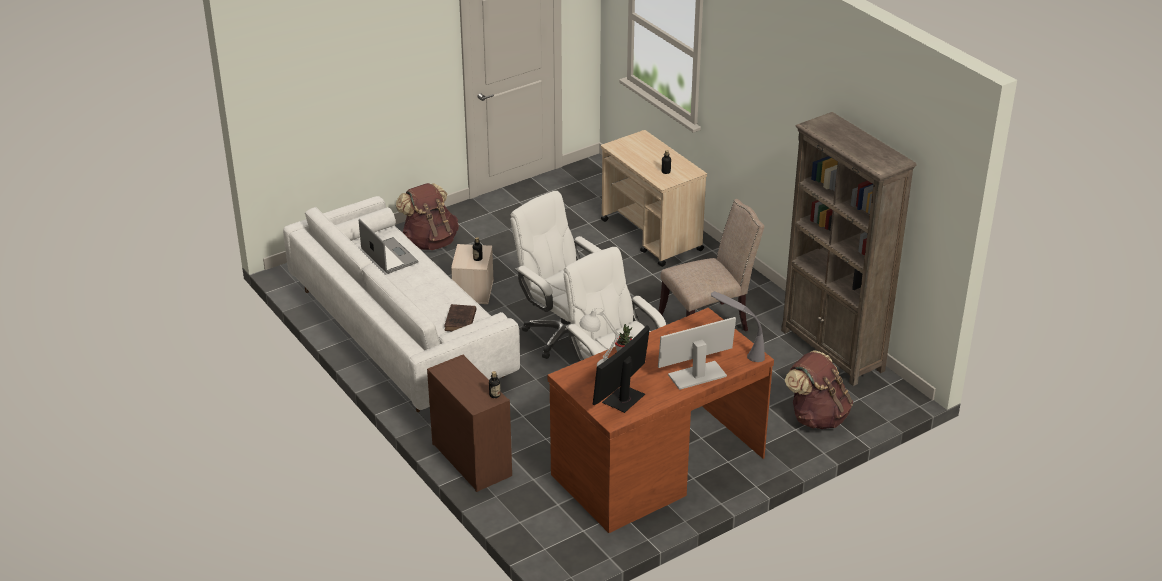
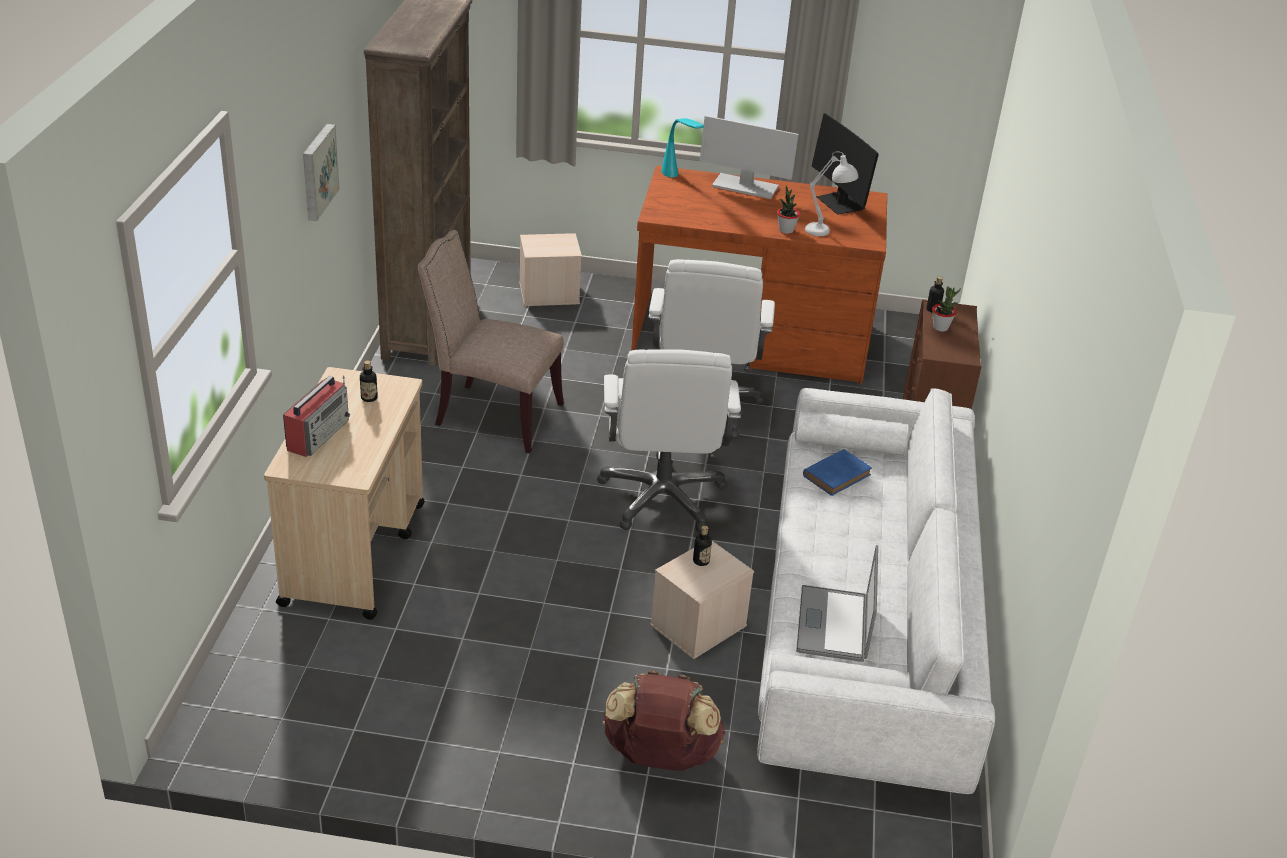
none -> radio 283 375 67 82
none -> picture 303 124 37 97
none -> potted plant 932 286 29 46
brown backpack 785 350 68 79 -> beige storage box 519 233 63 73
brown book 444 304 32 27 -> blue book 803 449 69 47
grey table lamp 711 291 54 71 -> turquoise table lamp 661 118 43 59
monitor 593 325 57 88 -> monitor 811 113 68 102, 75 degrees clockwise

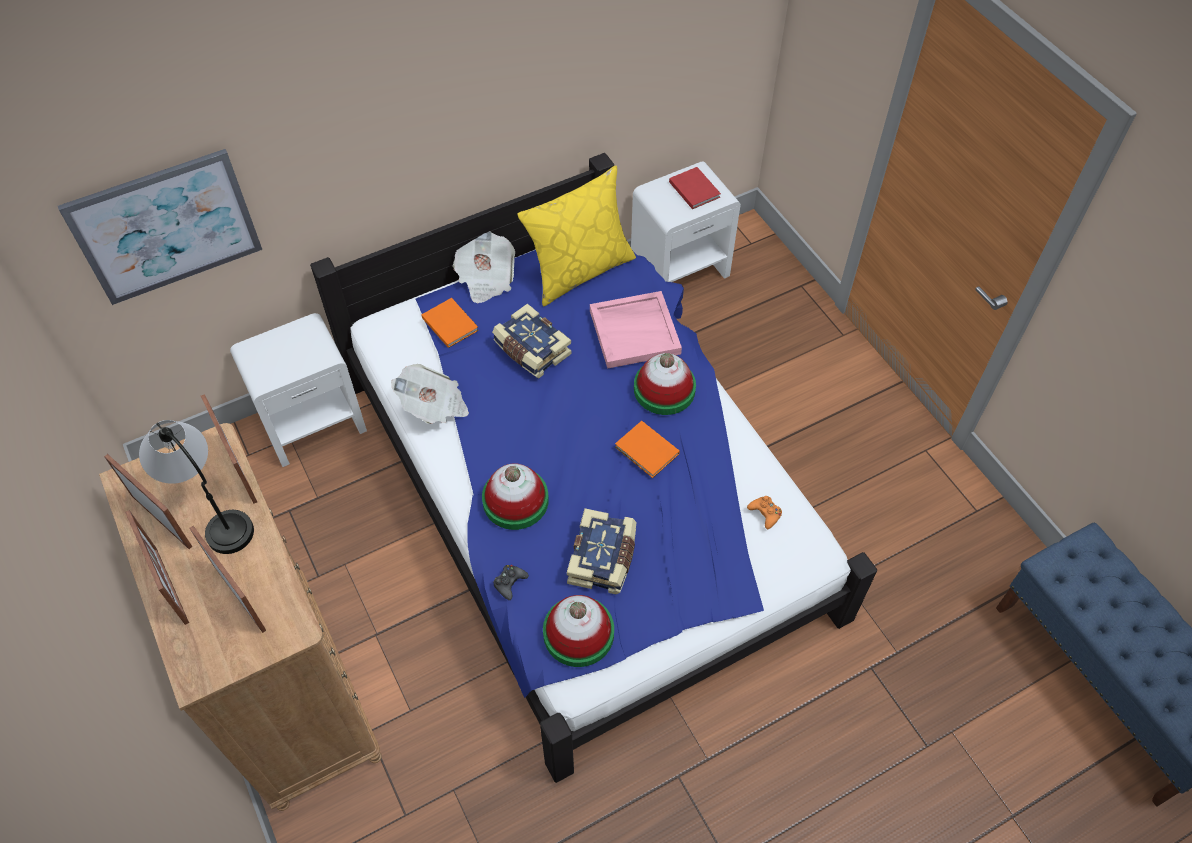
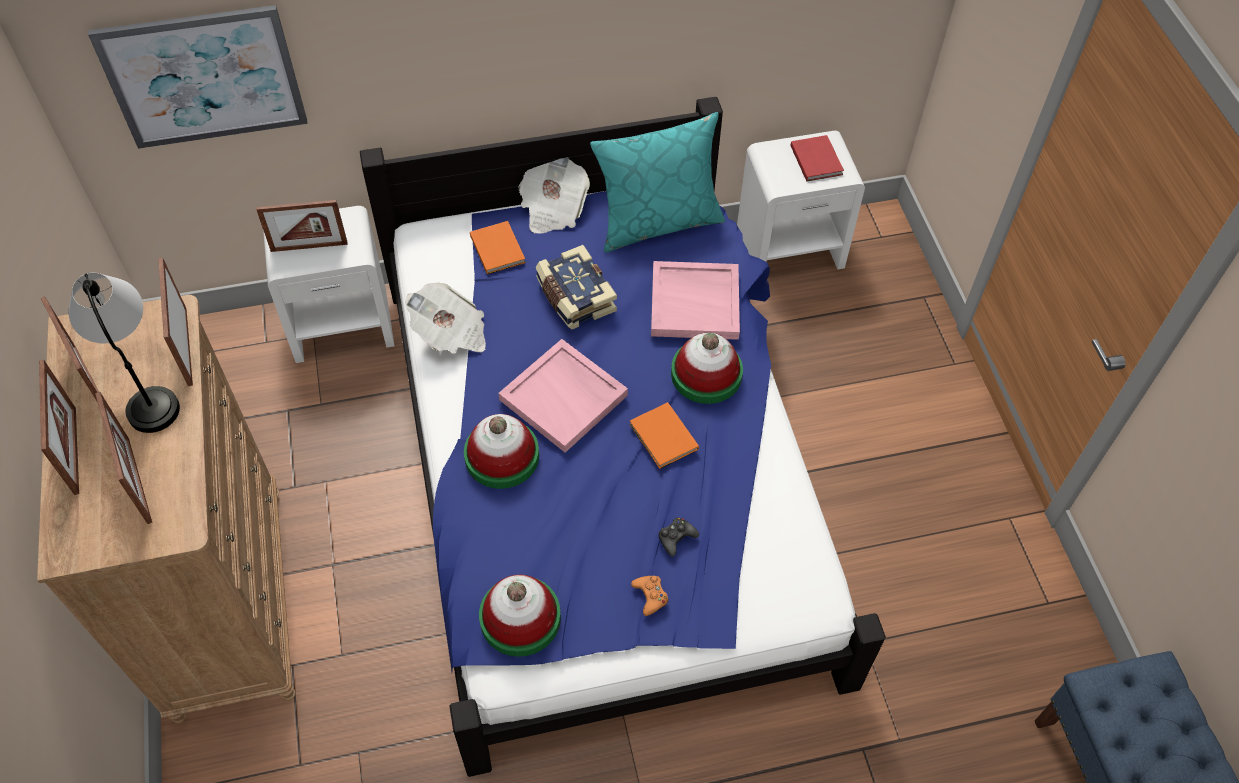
book 567 508 70 87 -> none
none -> picture frame 256 200 92 52
none -> pink tray 498 339 130 114
black game controller 493 565 36 35 -> black game controller 659 517 40 40, moved
orange game controller 747 496 35 33 -> orange game controller 631 576 38 40, moved
yellow pillow 517 166 119 140 -> turquoise pillow 590 112 135 141

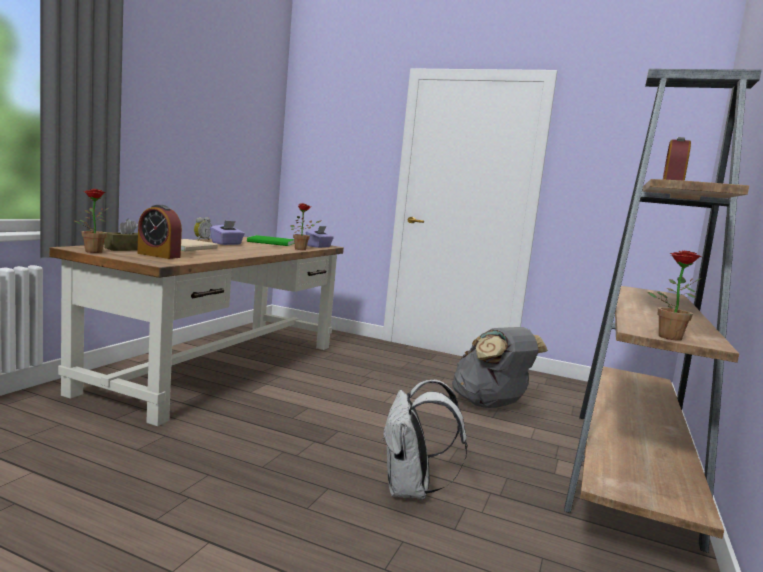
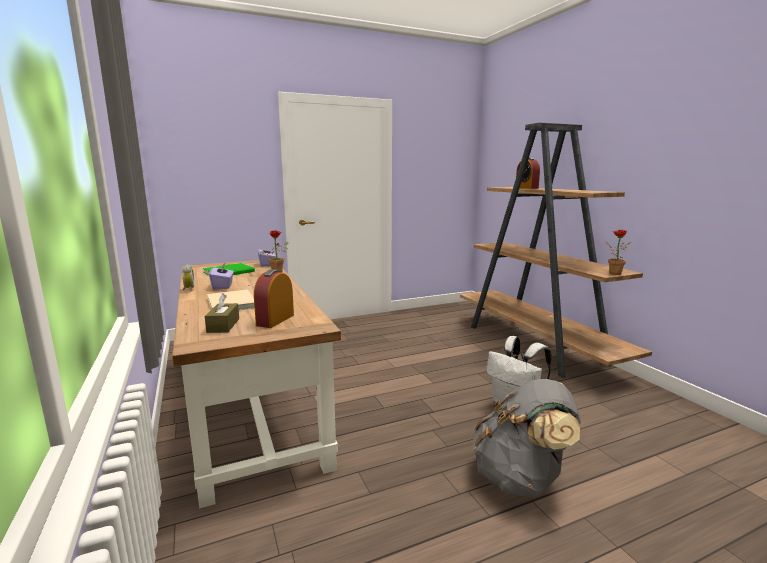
potted plant 75 189 35 64 -> none
grey backpack 452 327 96 81 -> grey backpack 473 379 108 119, moved
alarm clock 137 205 45 54 -> alarm clock 254 269 40 59, 135 degrees clockwise

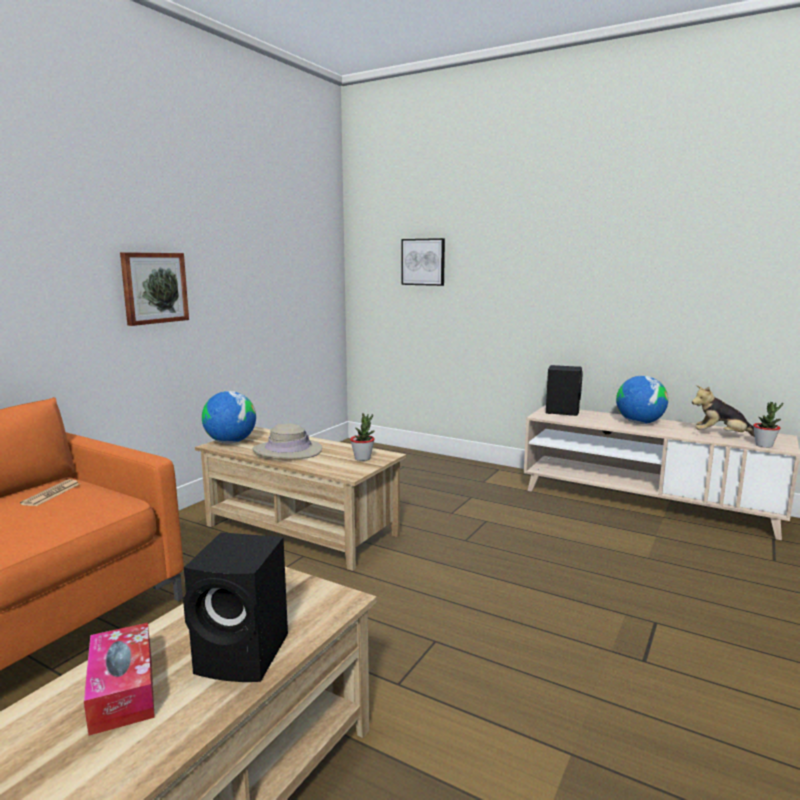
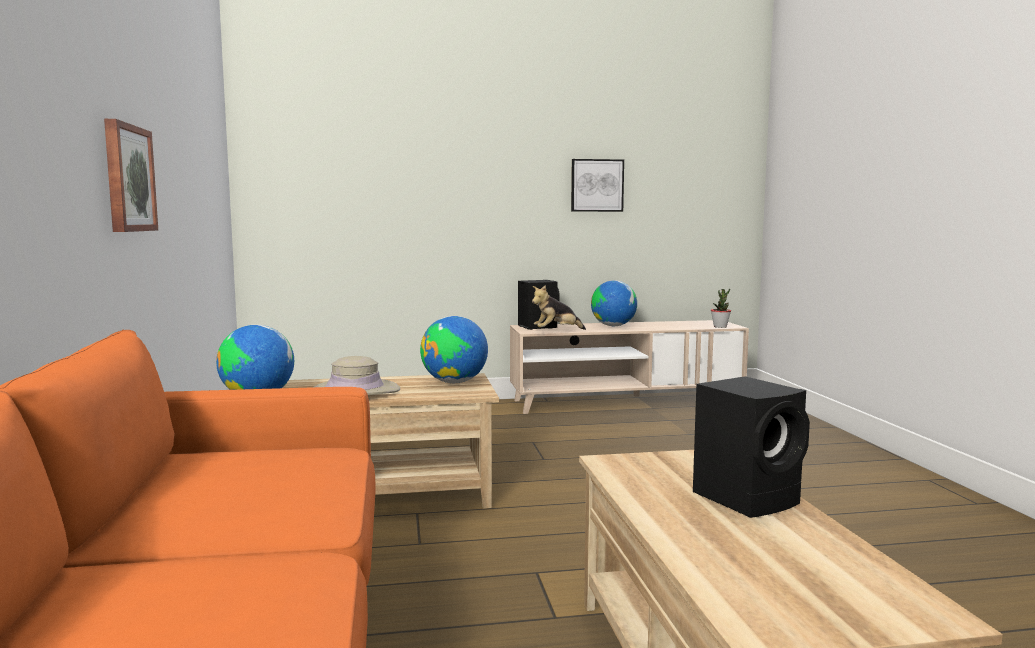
newspaper 20 479 60 27 -> none
tissue box 84 623 71 113 -> none
picture 402 238 43 48 -> picture 571 159 53 53, moved
plush toy 692 385 63 52 -> plush toy 532 285 54 45, moved
potted plant 350 413 25 48 -> globe 420 316 68 67

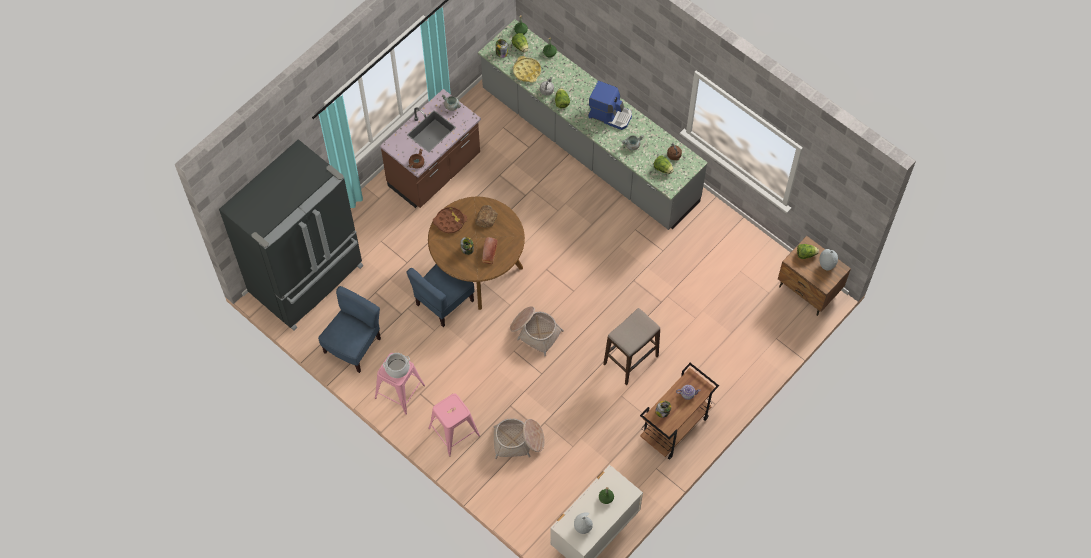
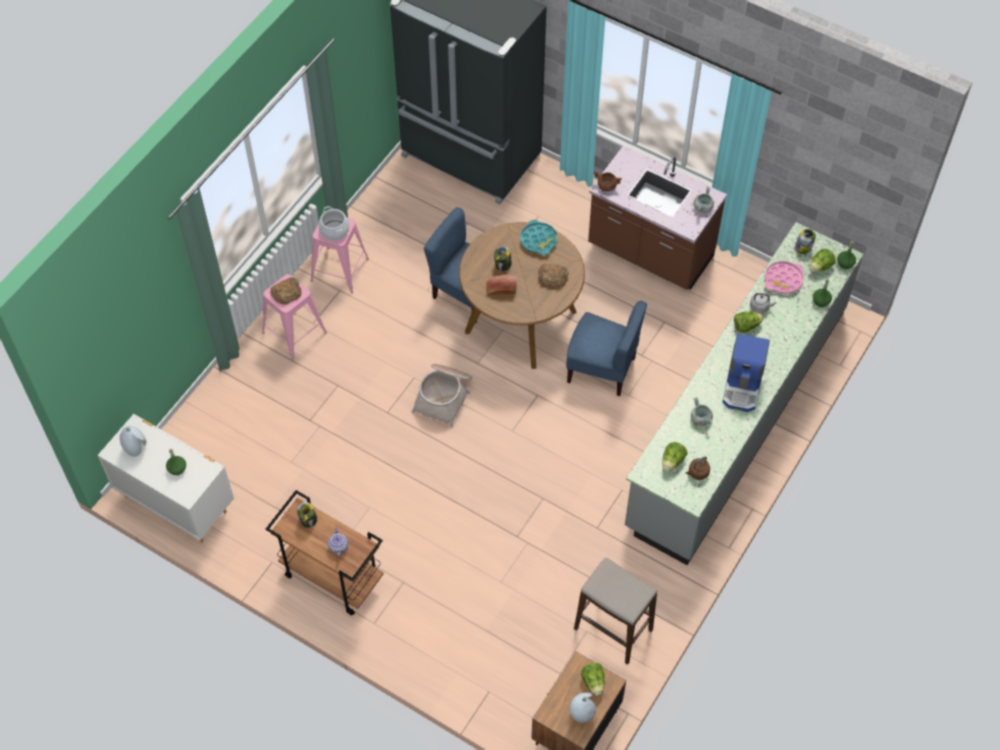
basket 493 418 51 41 -> none
none -> bread 270 277 32 28
blue chair 318 286 63 87 -> blue chair 566 301 81 95, moved
stool 603 308 57 77 -> stool 574 558 83 107, moved
brown tray 433 207 34 26 -> turquoise tray 520 220 38 35
yellow tray 513 56 28 27 -> pink tray 764 261 40 33

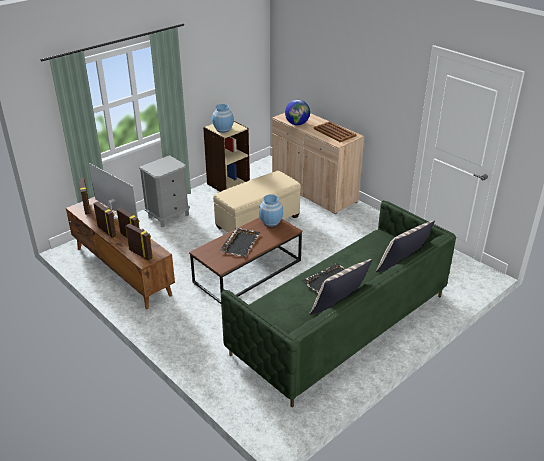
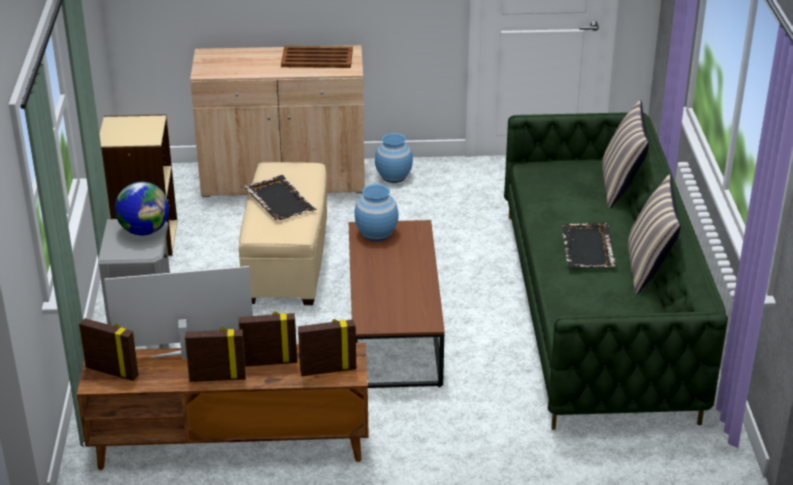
blue vase 212 104 22 29 -> blue vase 375 133 38 50, moved
black tray 220 227 40 30 -> black tray 243 175 73 45, moved
globe 285 100 25 25 -> globe 115 182 54 53, moved

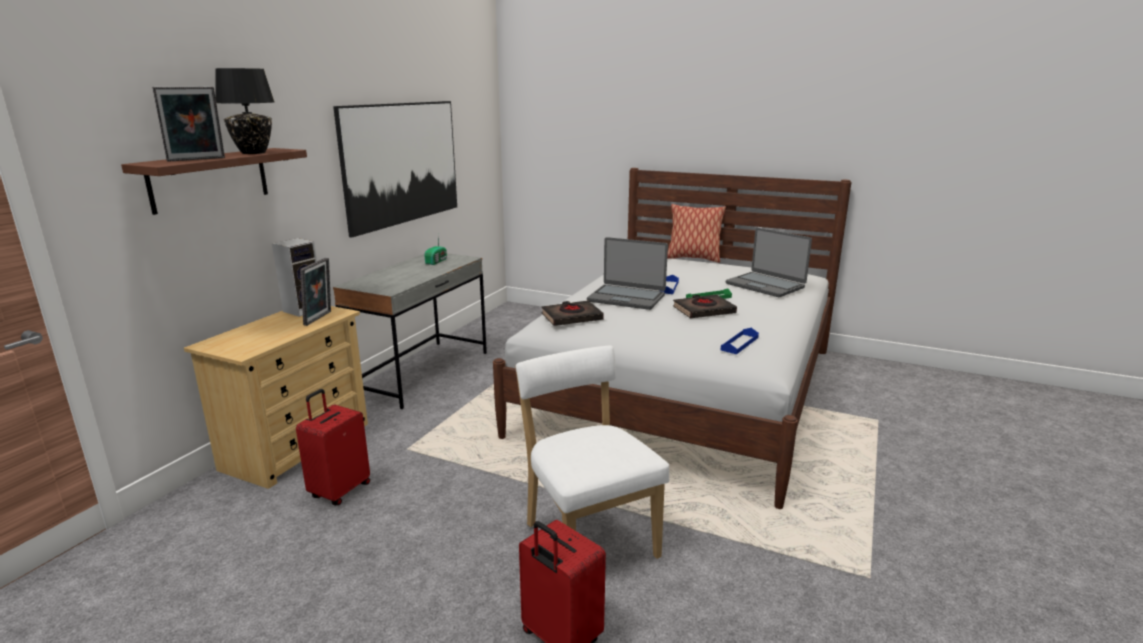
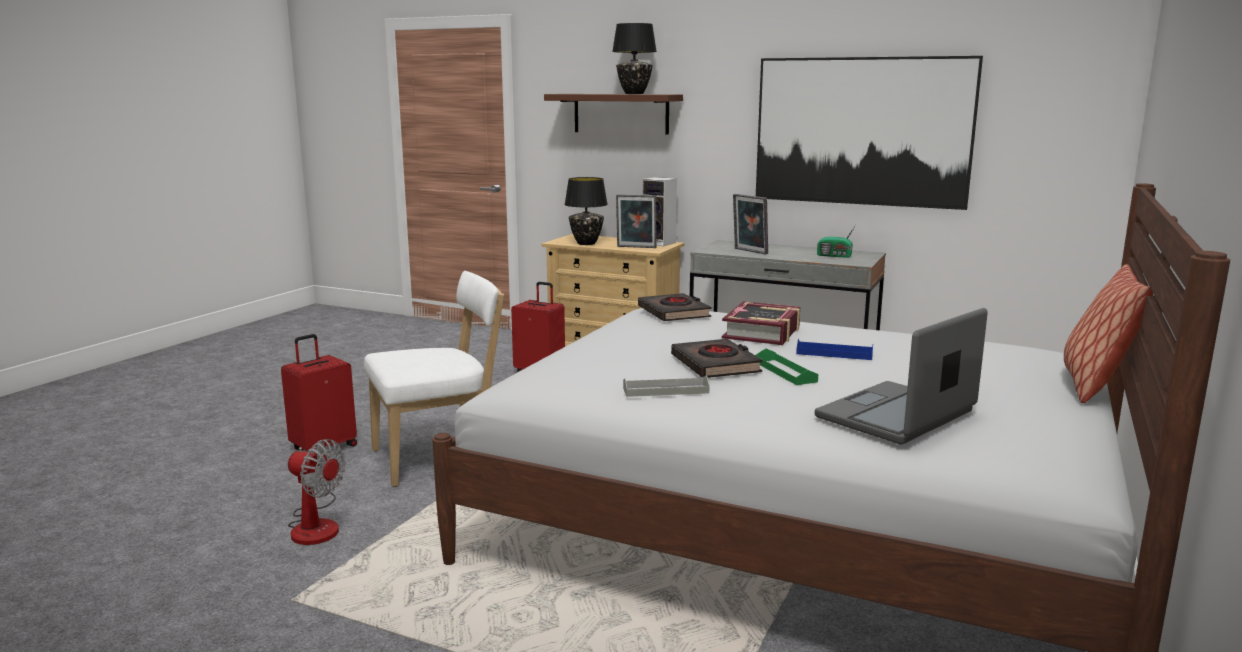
blue tray 721 328 38 26 -> none
none -> fan 288 439 58 106
none -> black table lamp 564 177 44 68
none -> grey tray 623 375 87 22
picture frame 152 87 73 75 -> picture frame 733 194 35 60, moved
laptop 587 237 81 73 -> book 722 301 79 44

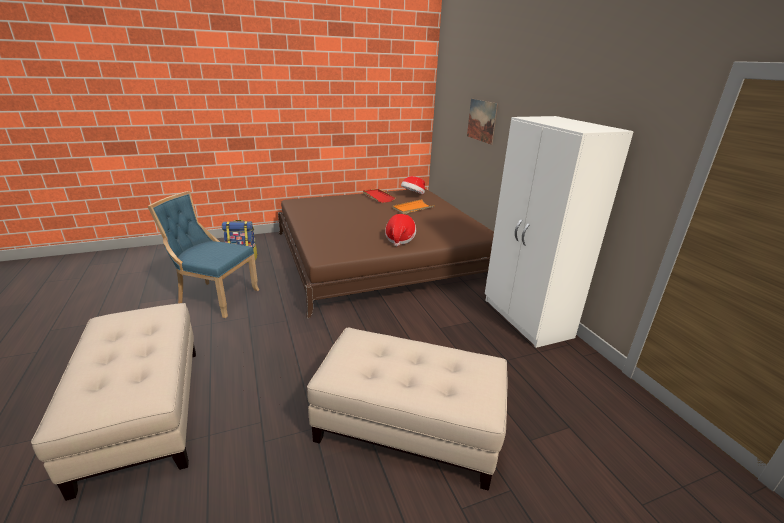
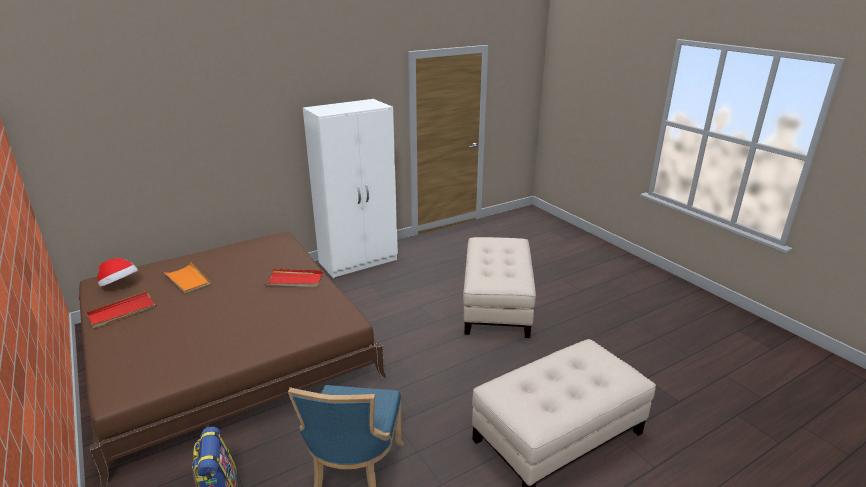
picture 467 99 31 46 -> none
hat 385 214 31 32 -> red tray 265 269 58 18

